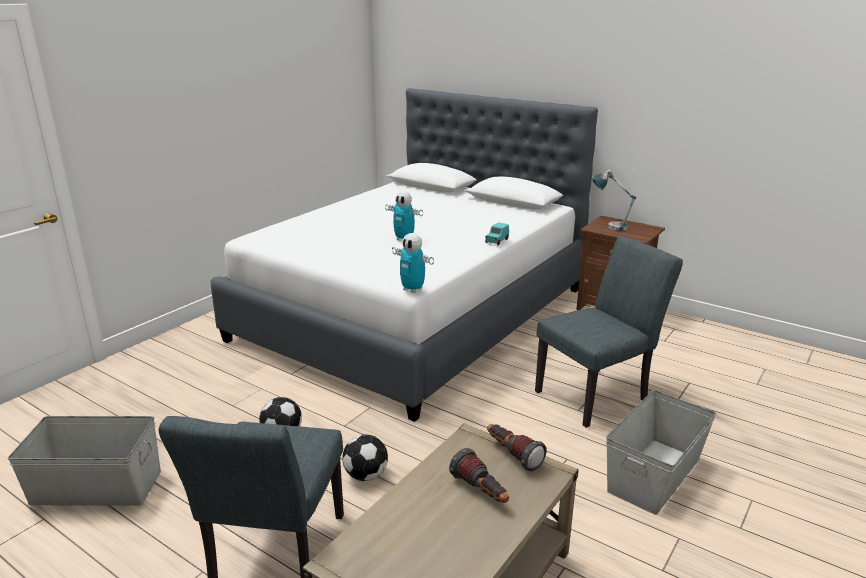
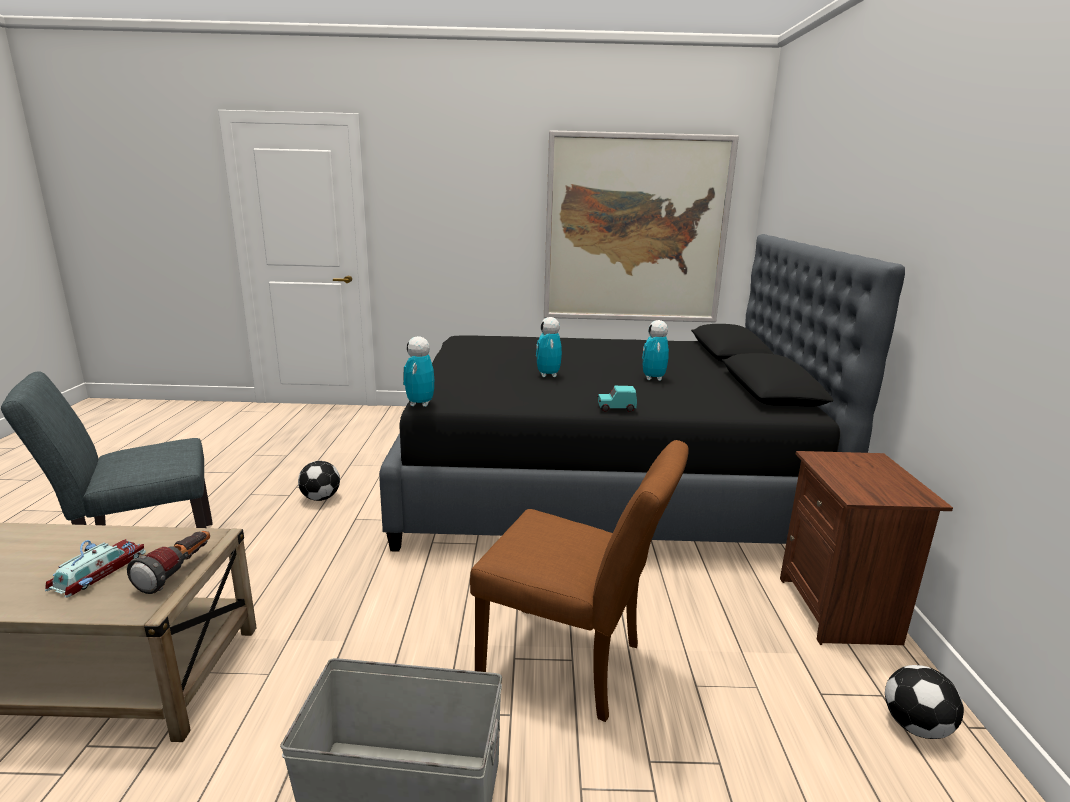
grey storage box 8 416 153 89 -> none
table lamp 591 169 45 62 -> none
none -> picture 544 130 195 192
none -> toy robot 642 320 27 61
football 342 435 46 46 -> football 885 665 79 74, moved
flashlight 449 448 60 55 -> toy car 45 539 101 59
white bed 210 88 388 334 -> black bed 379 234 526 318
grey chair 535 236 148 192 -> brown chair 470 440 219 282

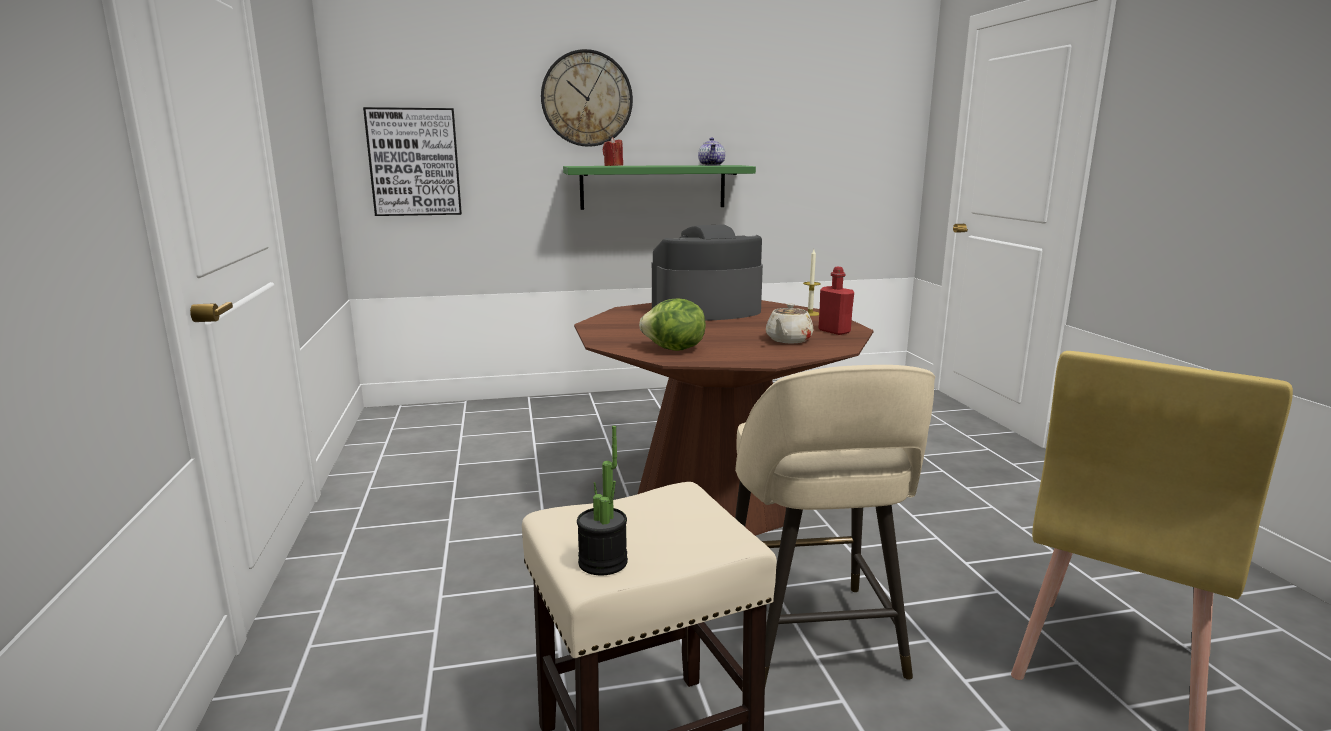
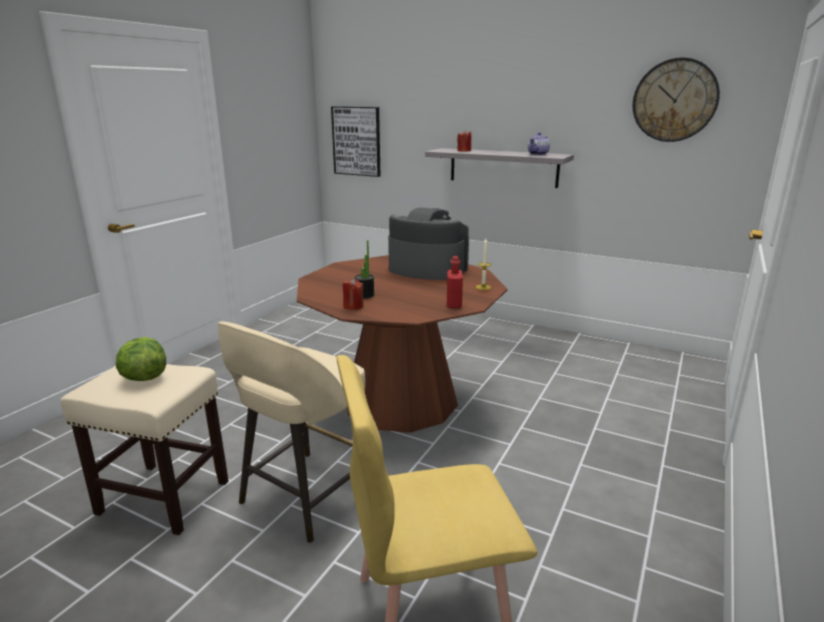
beige teapot 766 303 47 40 -> none
none -> red candle 342 278 22 32
wall clock 541 49 92 98 -> wall clock 633 57 87 85, moved
potted plant 577 426 51 150 -> potted plant 355 240 20 59, moved
lettuce 639 298 67 53 -> lettuce 116 337 50 44, moved
green shelf 563 165 193 45 -> grey shelf 425 148 149 40

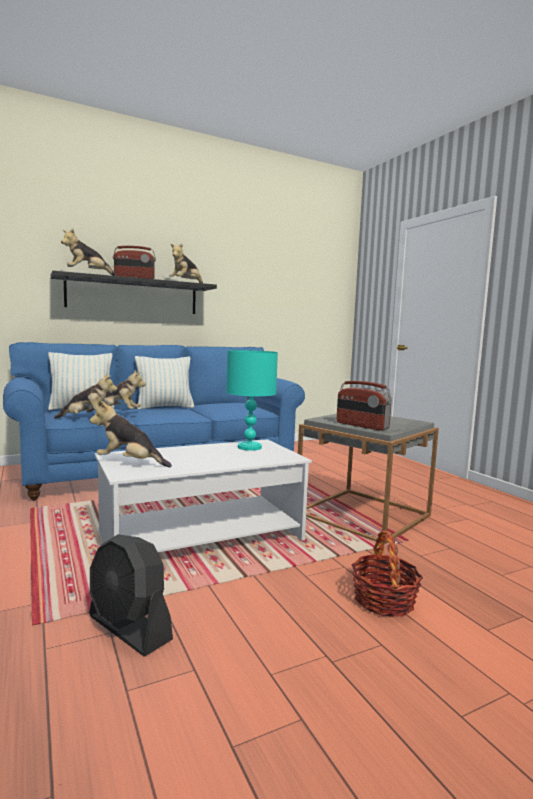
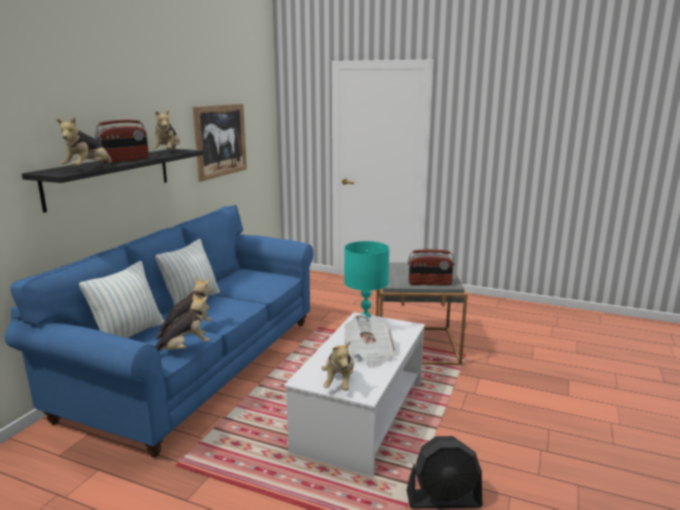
basket 352 530 71 87 -> none
none -> picture 193 104 54 78
none -> newspaper 344 314 53 54
plush toy 90 401 82 66 -> plush toy 322 342 32 49, 60 degrees counterclockwise

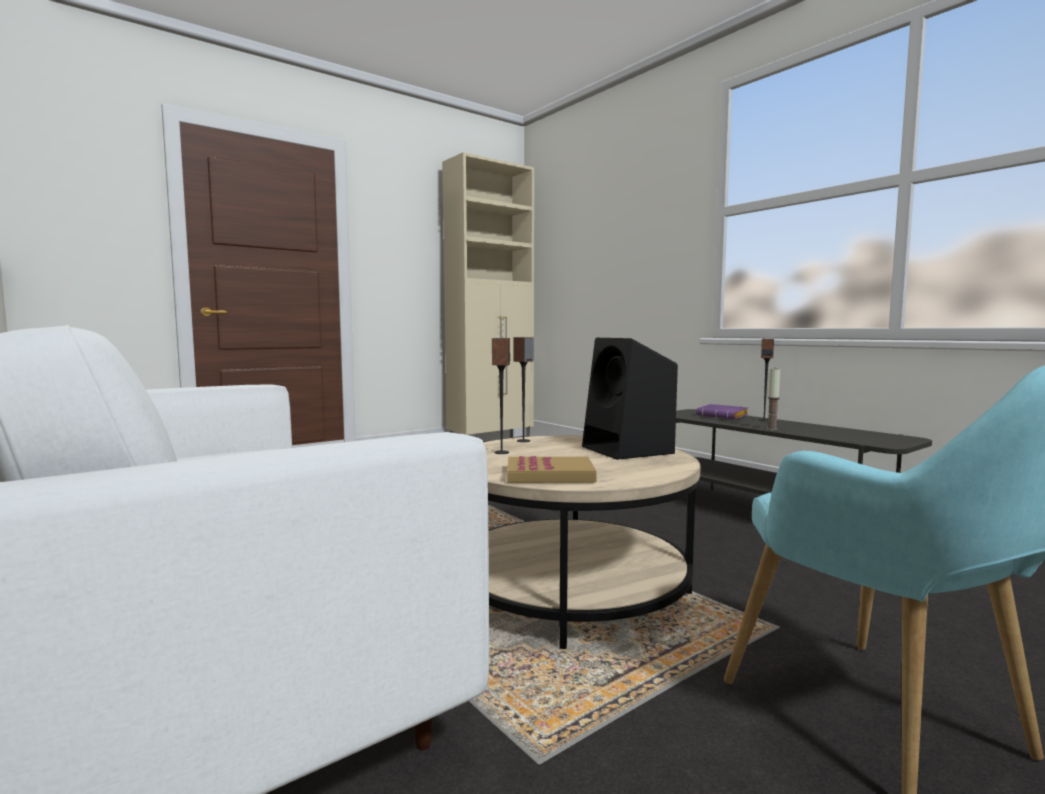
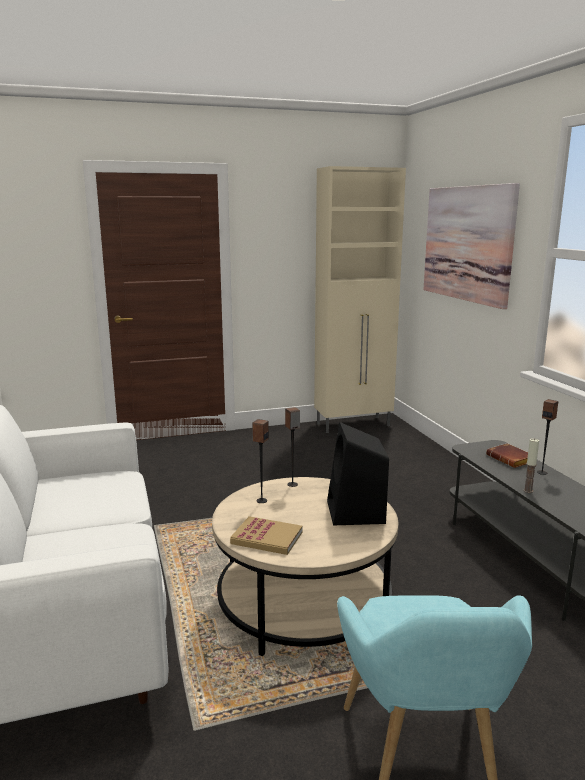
none -> picture 423 183 97 126
purple book 696 404 52 15 -> brown book 486 443 42 25

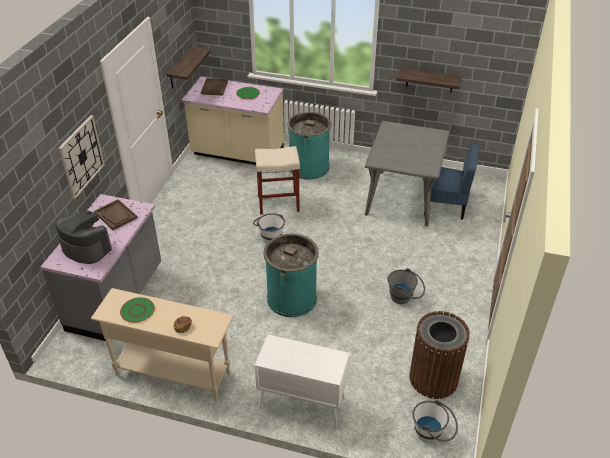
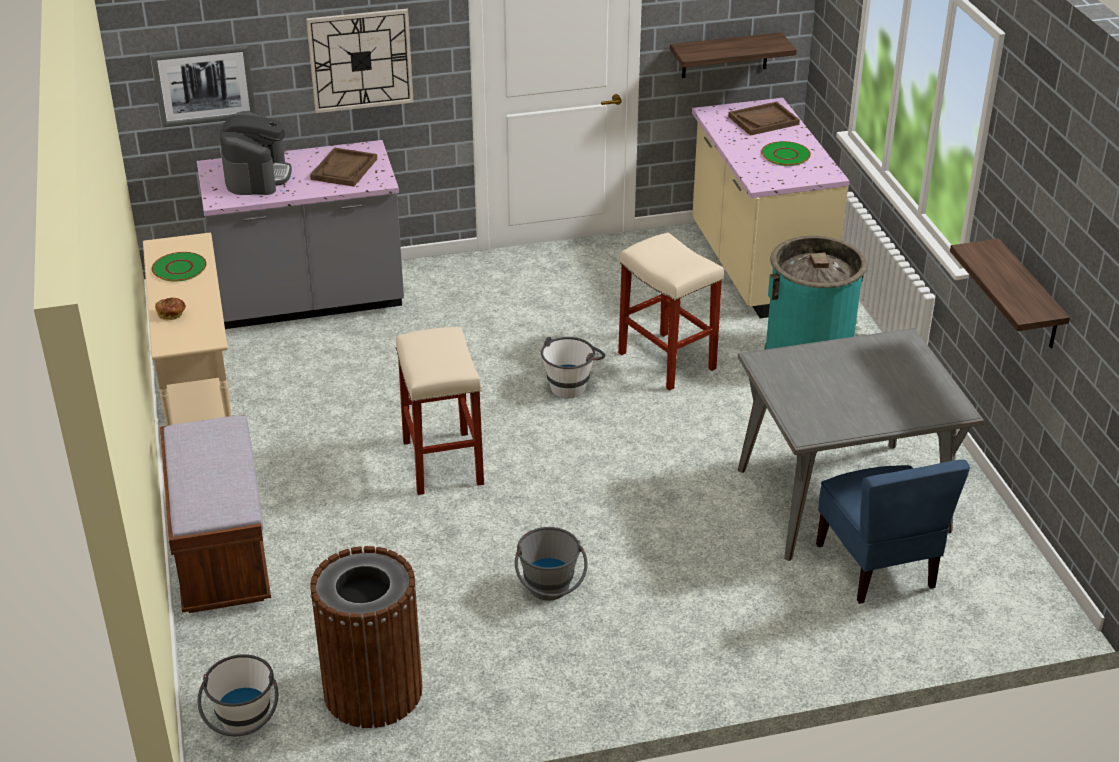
none -> picture 151 45 105 82
white cabinet 255 335 95 93 -> brown bench 160 415 111 198
turquoise trash can 263 234 56 83 -> beige stool 396 327 88 168

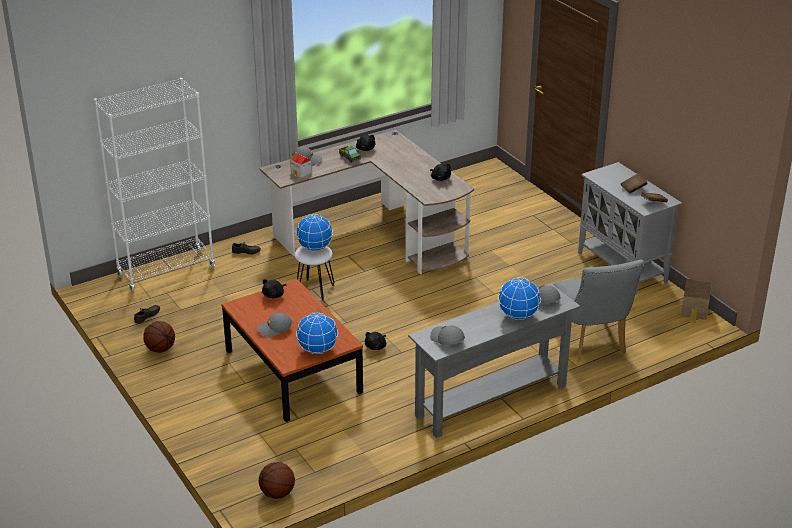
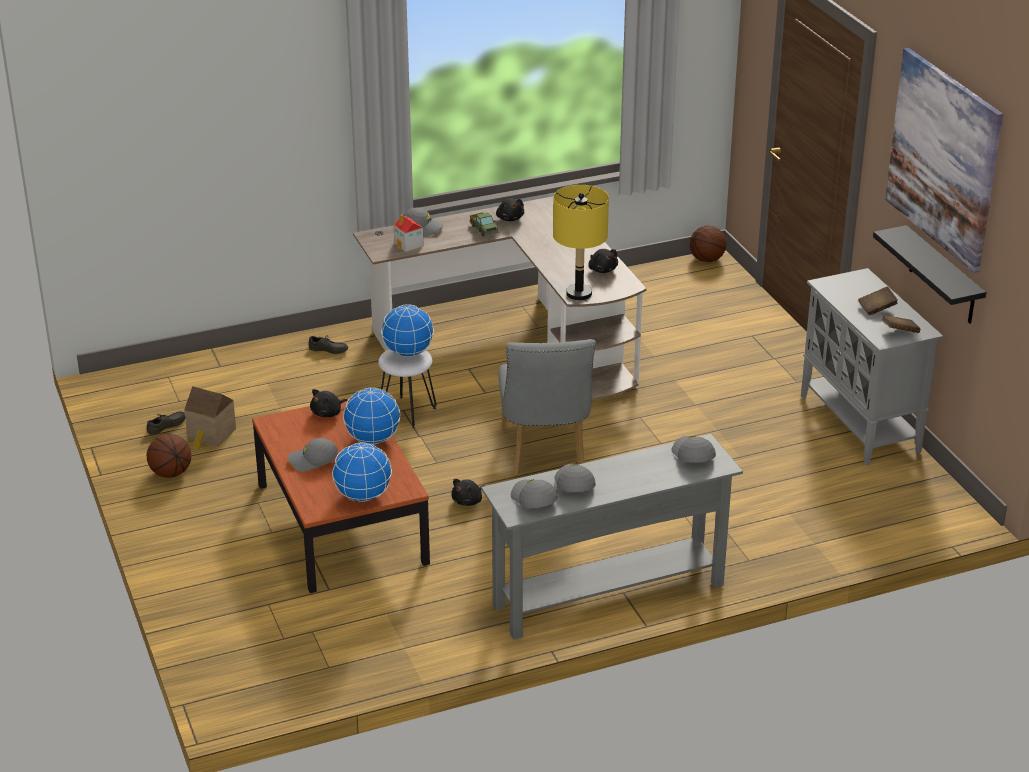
white bookcase 94 78 121 215 -> none
none -> yellow table lamp 553 185 56 115
none -> grey cap 554 464 42 28
none -> black shelf 873 225 114 99
none -> picture 885 48 118 225
basketball 259 462 36 37 -> basketball 689 225 38 37, moved
globe 498 278 43 42 -> globe 343 388 58 57, moved
grey chair 554 260 90 102 -> grey chair 499 339 97 137, moved
toy house 681 279 31 44 -> toy house 184 386 52 64, moved

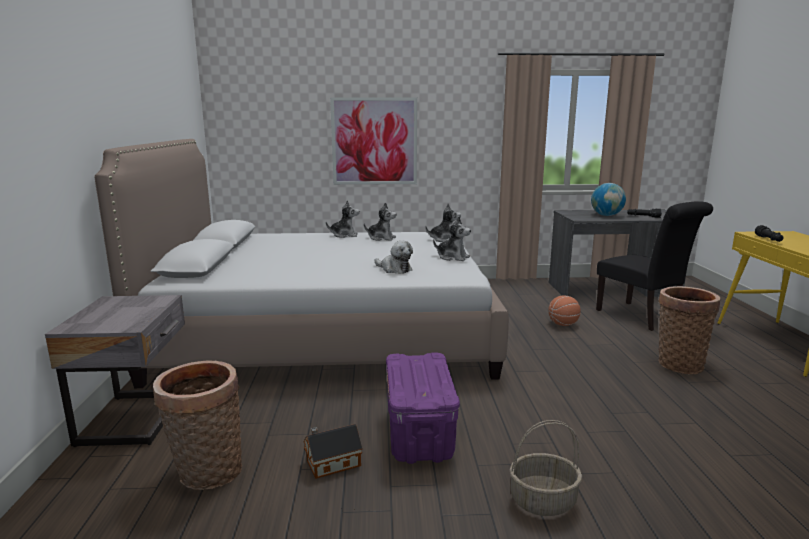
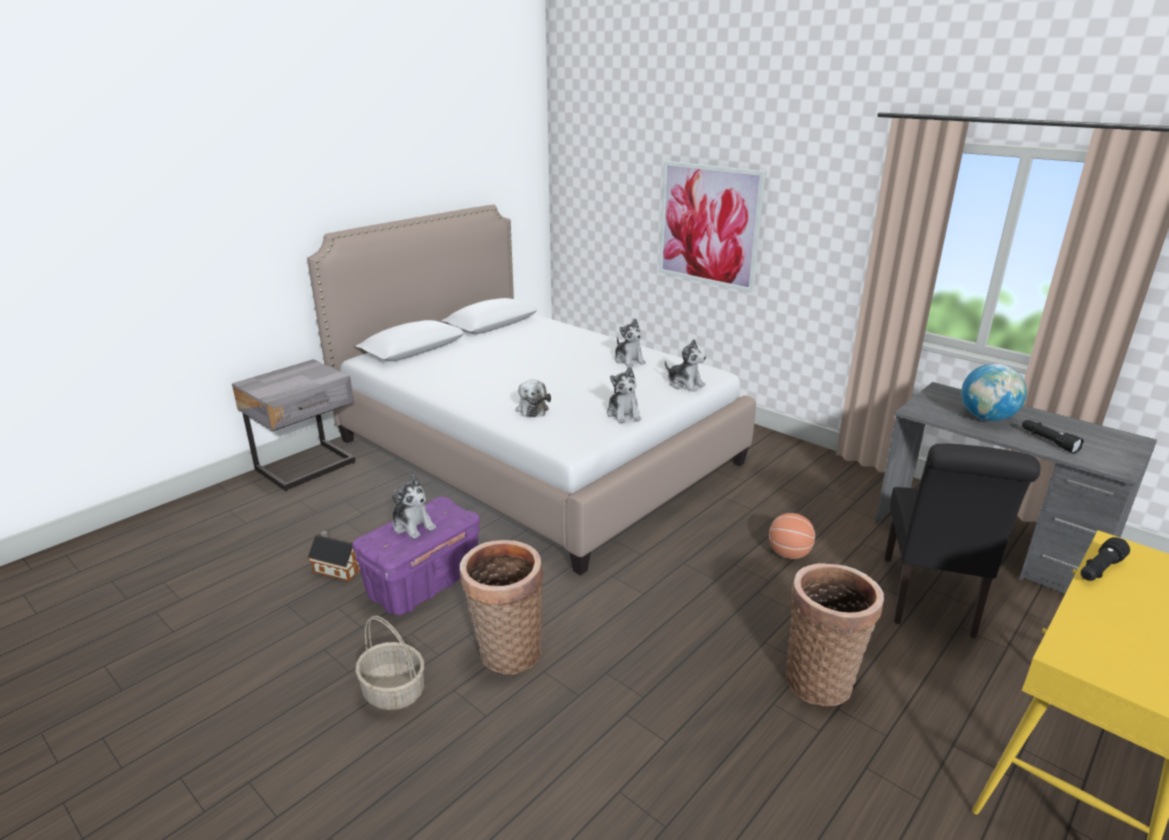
basket 153 360 89 130 -> basket 460 540 83 135, moved
plush toy 326 200 34 38 -> plush toy 392 475 44 64, moved

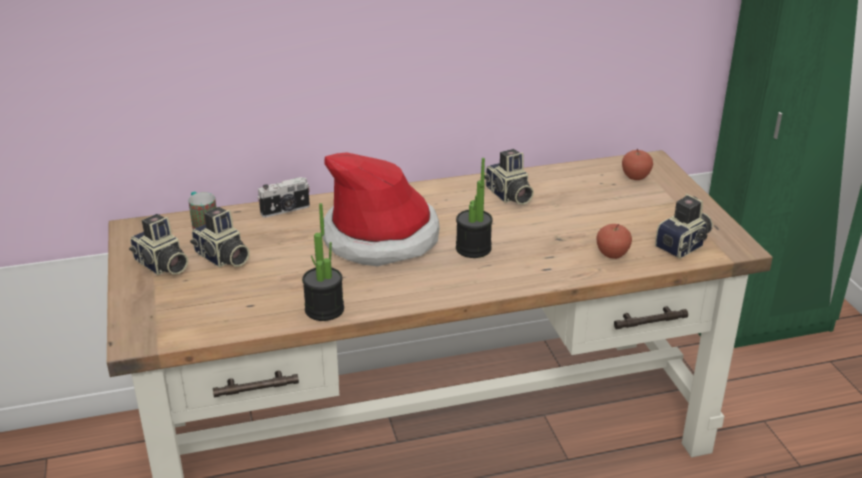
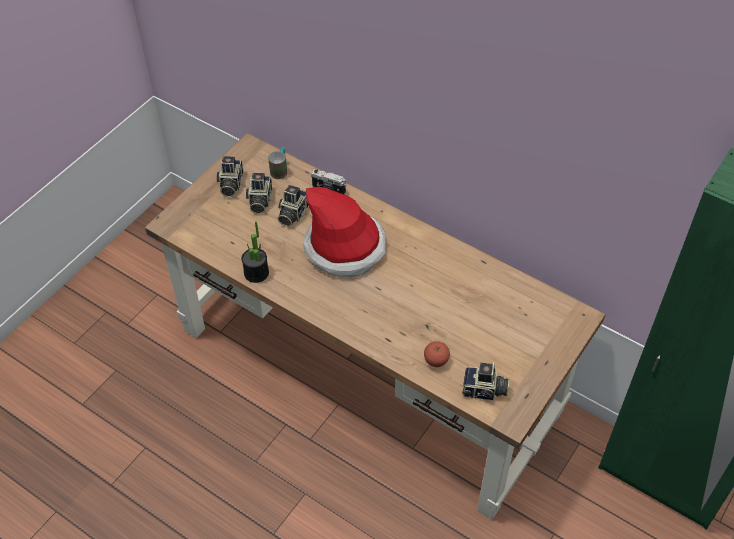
potted plant 456 158 37 100 -> none
apple 622 148 31 32 -> none
photo camera 484 149 50 56 -> photo camera 278 185 30 42, moved

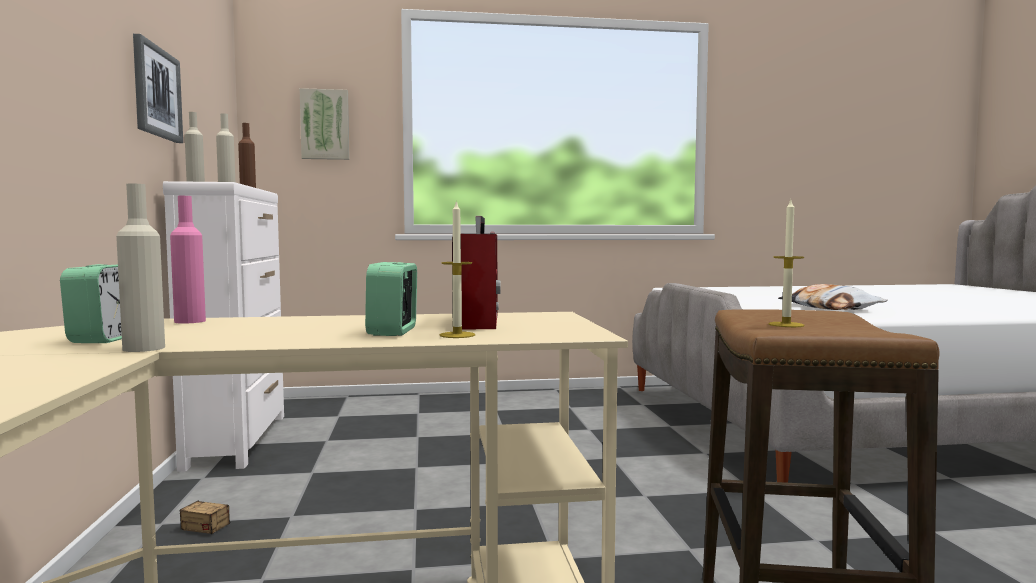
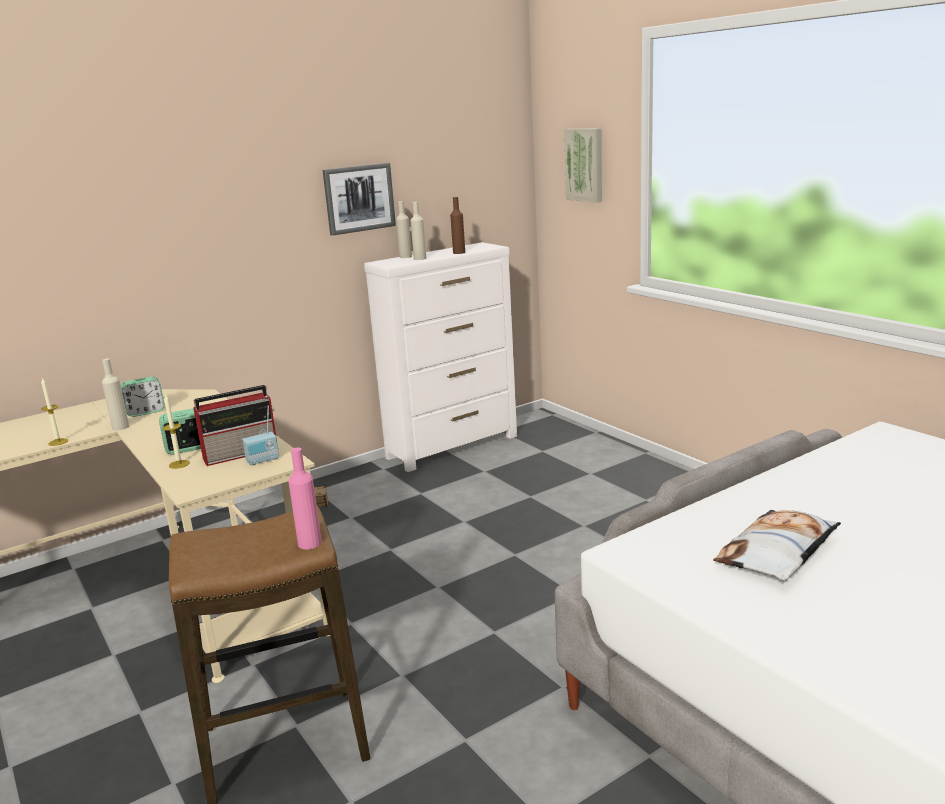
none -> radio 242 406 37 59
pink bottle 170 196 36 128 -> pink bottle 288 448 34 102, moved
candle 769 200 35 127 -> candle 41 378 27 68, moved

